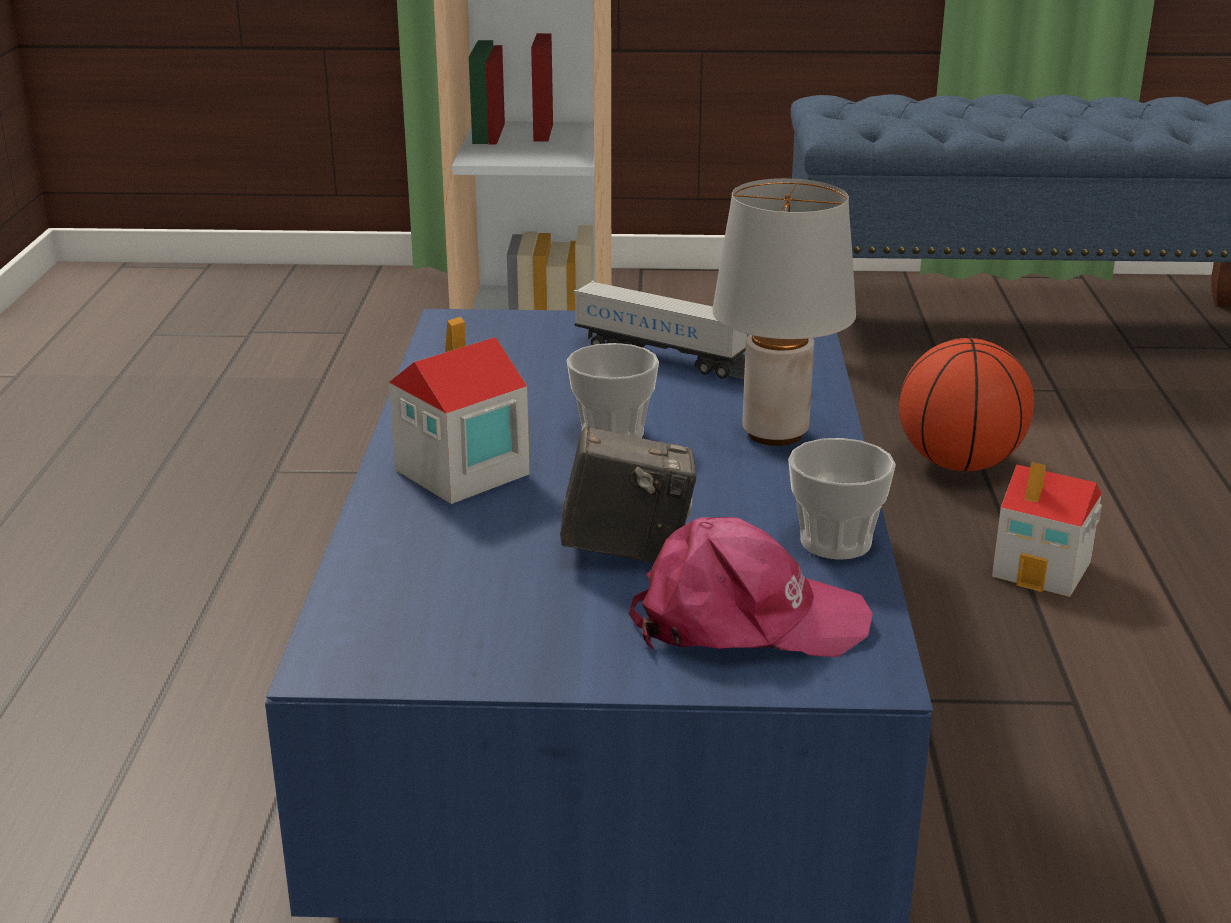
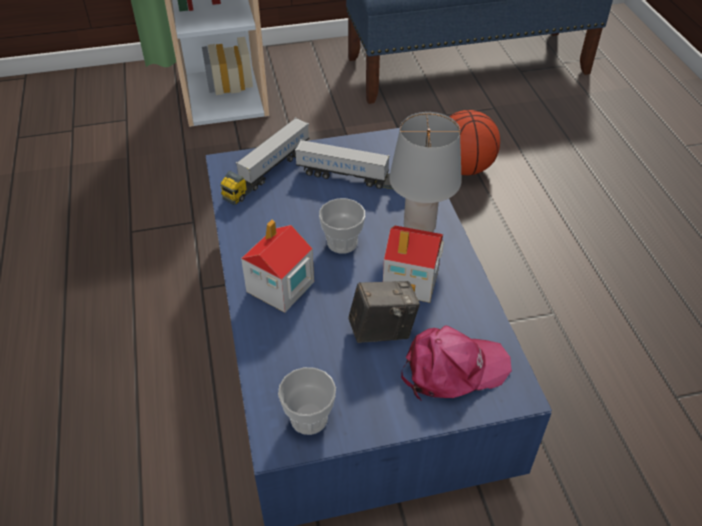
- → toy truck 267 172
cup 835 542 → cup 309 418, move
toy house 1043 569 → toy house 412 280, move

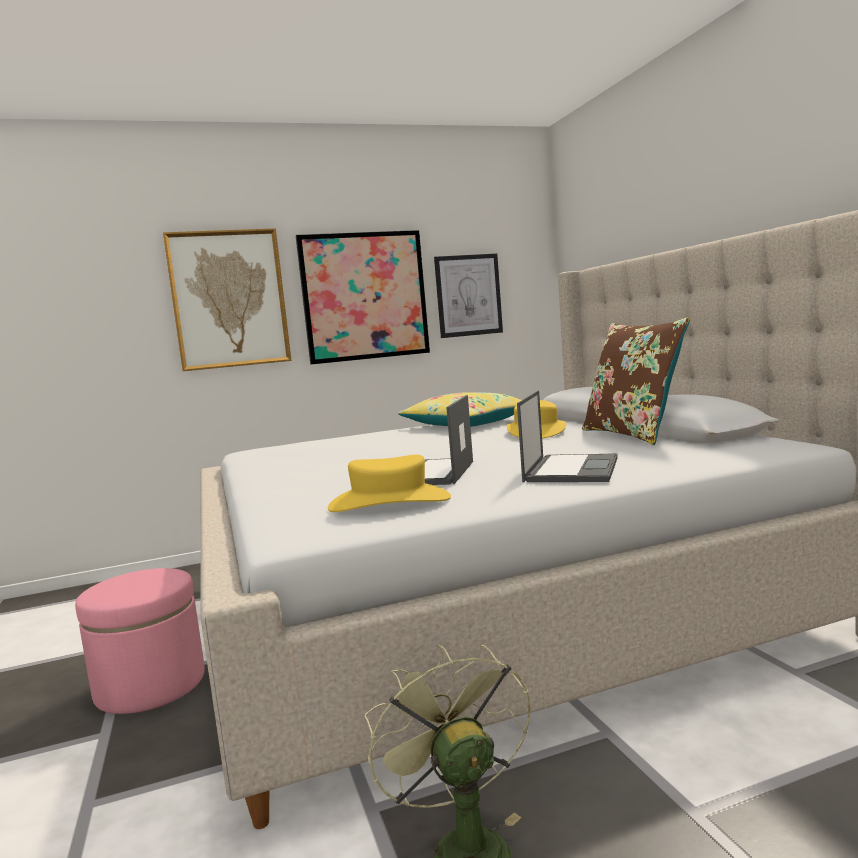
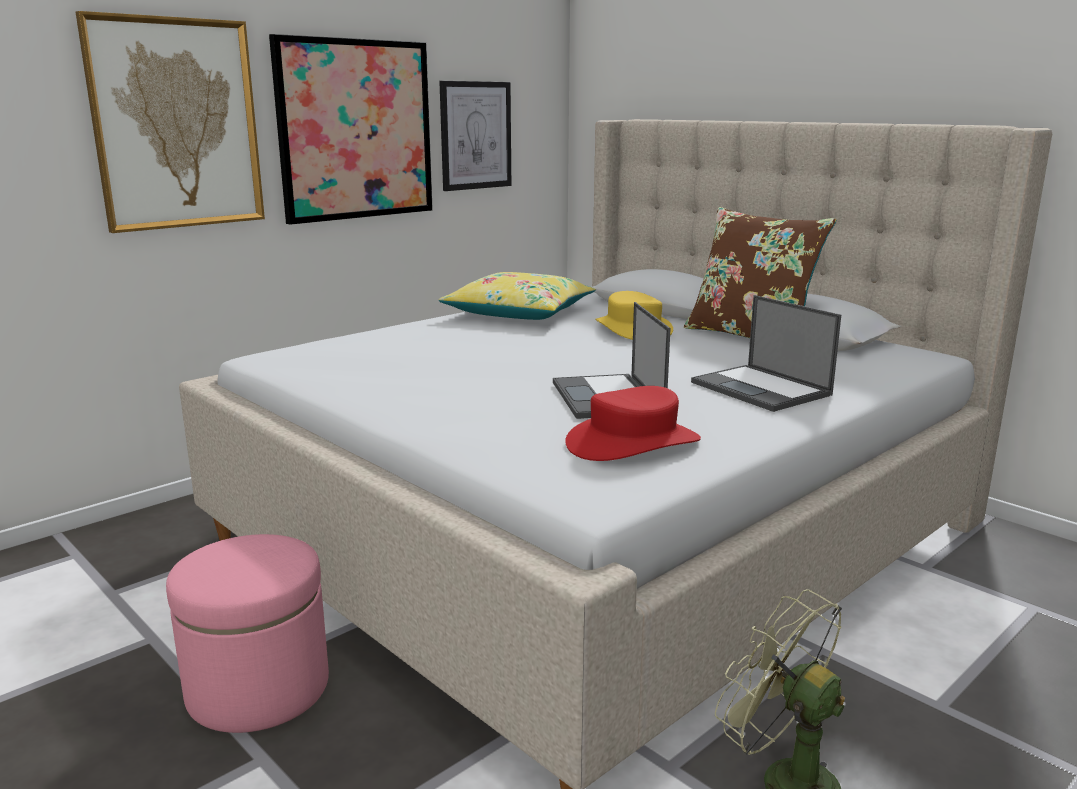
yellow hat 389 502 → red hat 632 442
laptop 571 469 → laptop 762 389, 150 degrees clockwise

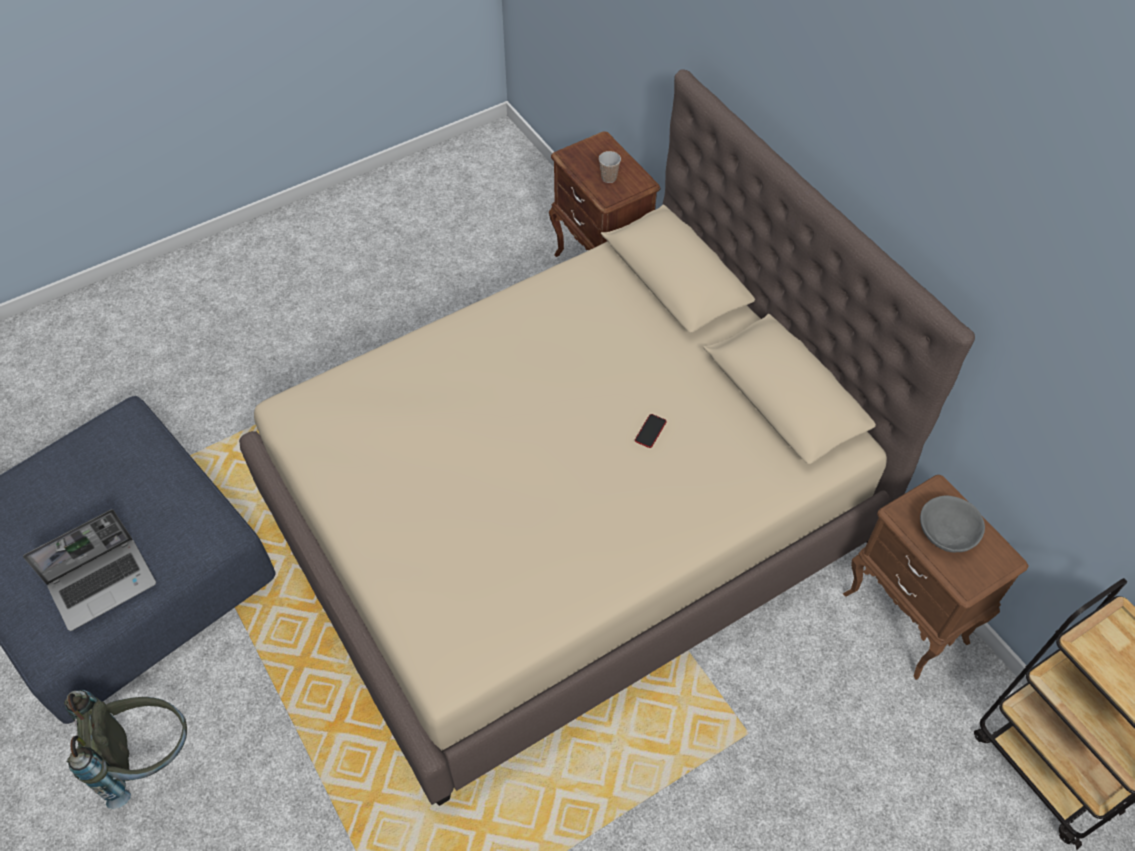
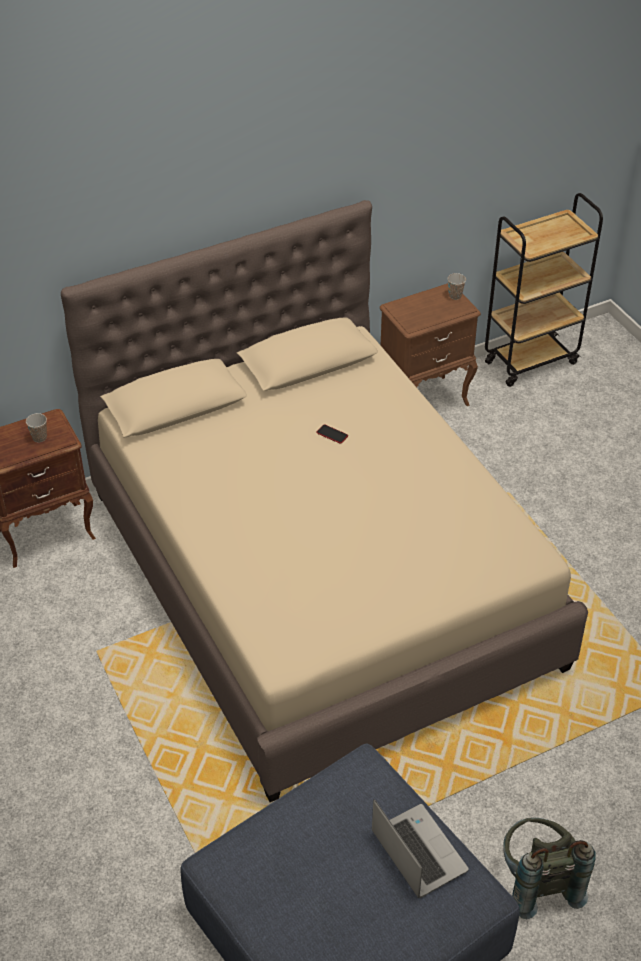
grey bowl 946 532 → -
- → cup 455 296

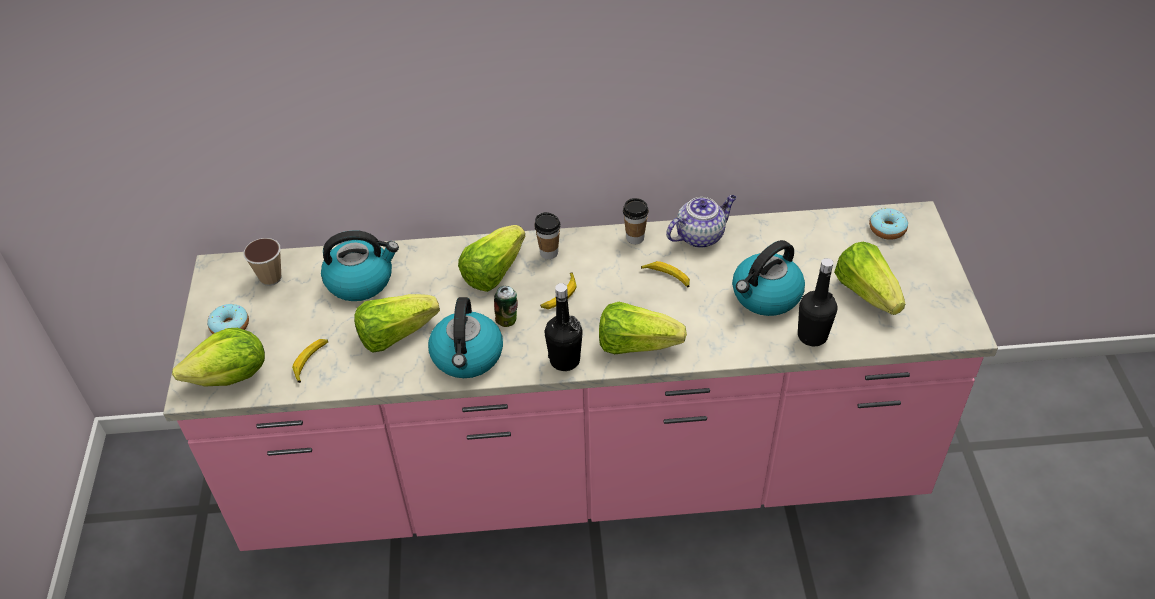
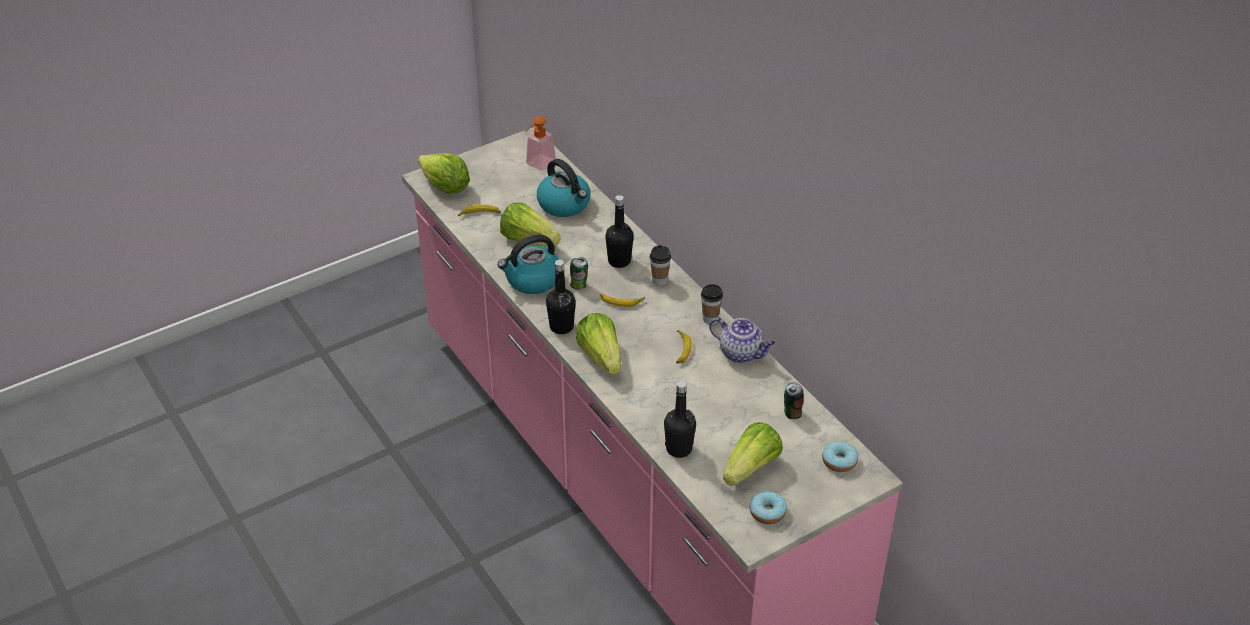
kettle 765 296 → -
- → can 791 413
donut 230 326 → donut 767 512, move
cup 270 278 → soap dispenser 537 165
lettuce 493 272 → black bottle 619 261

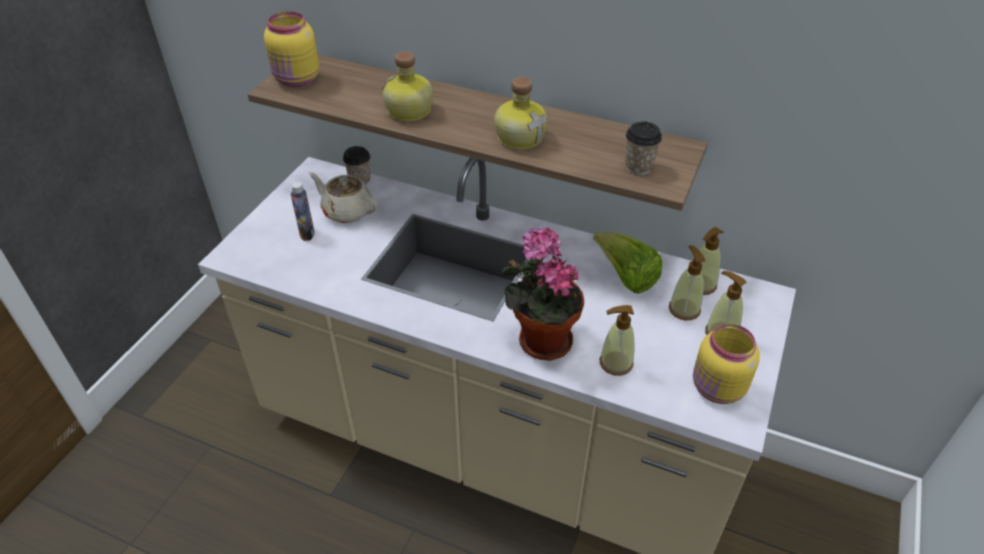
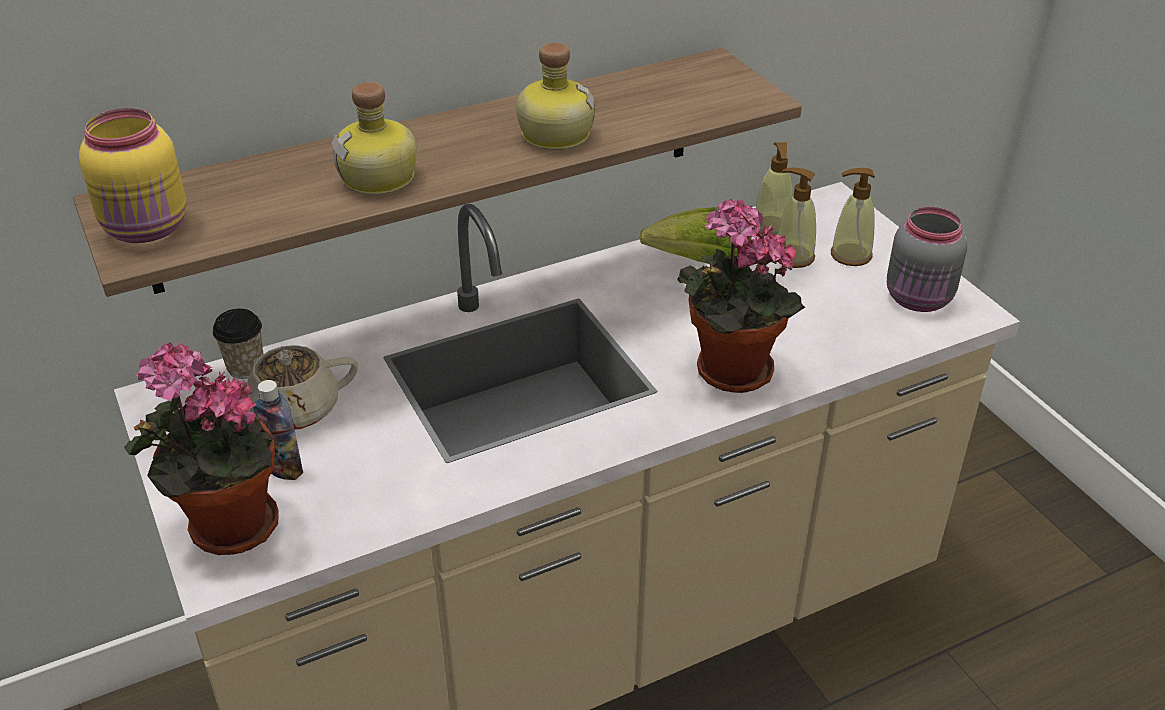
soap dispenser 615 363 → -
cup 638 167 → -
- → potted plant 225 528
yellow jar 717 389 → grey jar 919 300

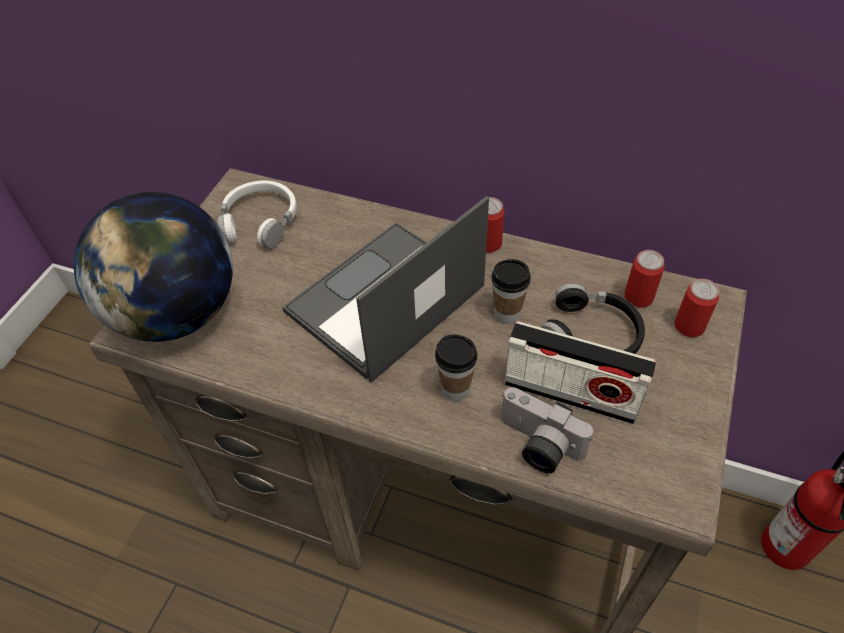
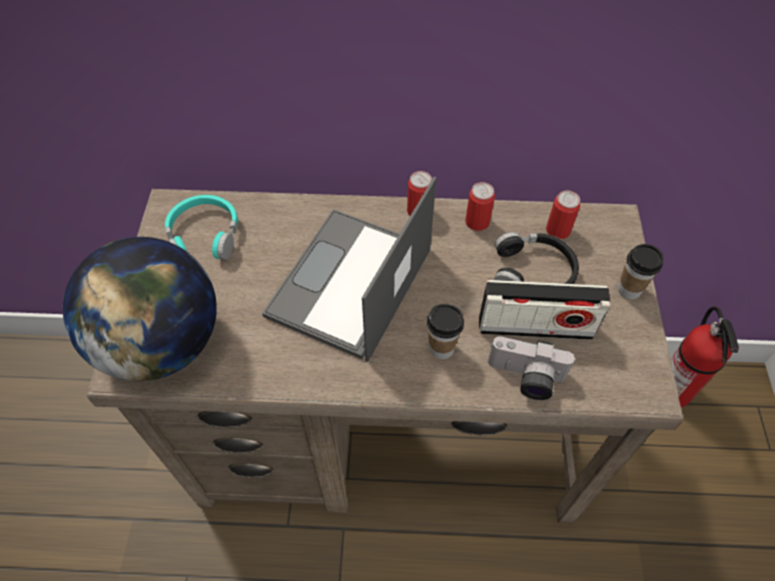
cup 507 314 → cup 629 290, move
can 689 326 → can 477 222, move
white headphones 260 222 → turquoise headphones 204 236

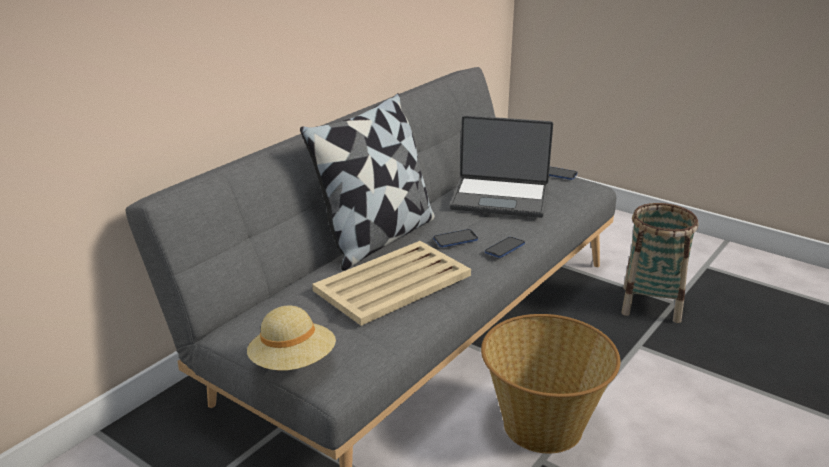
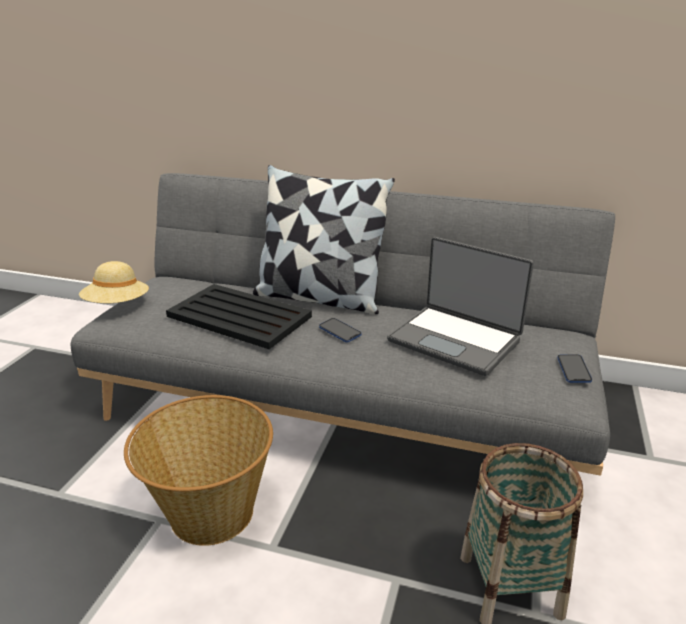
phone 504 248 → -
beige tray 394 282 → black tray 240 317
laptop 500 198 → laptop 455 340, 45 degrees counterclockwise

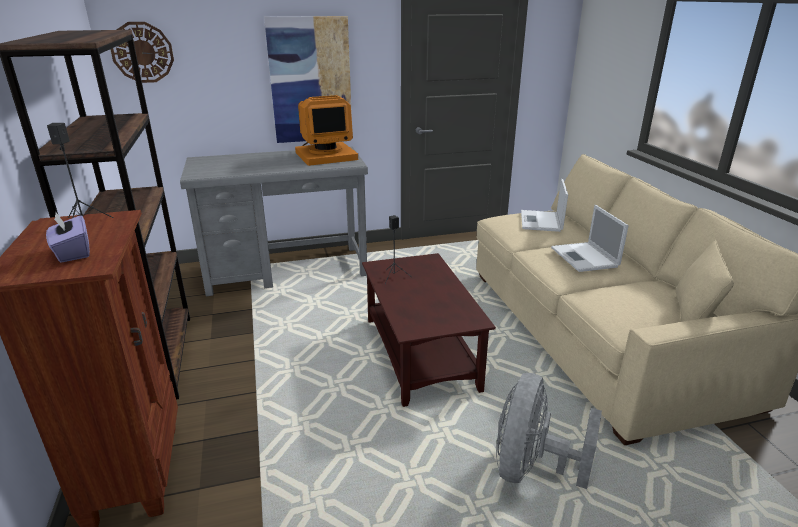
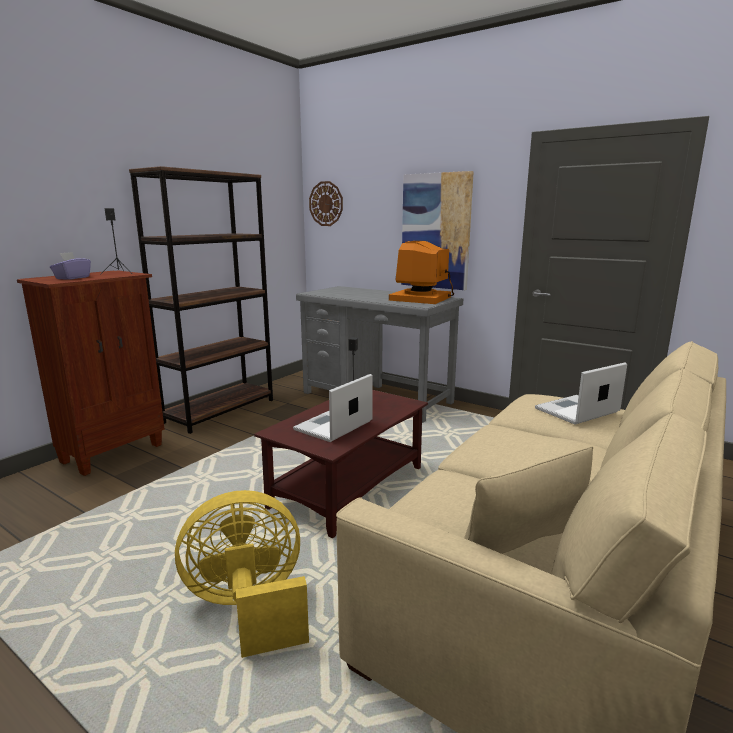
laptop 585 258 → laptop 332 426, move
grey fan 531 467 → yellow fan 249 608
monitor 326 155 → monitor 421 298, 90 degrees clockwise

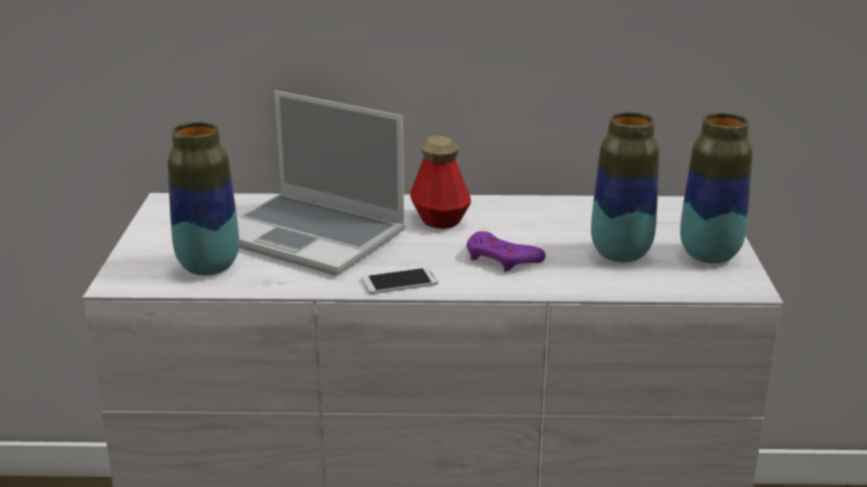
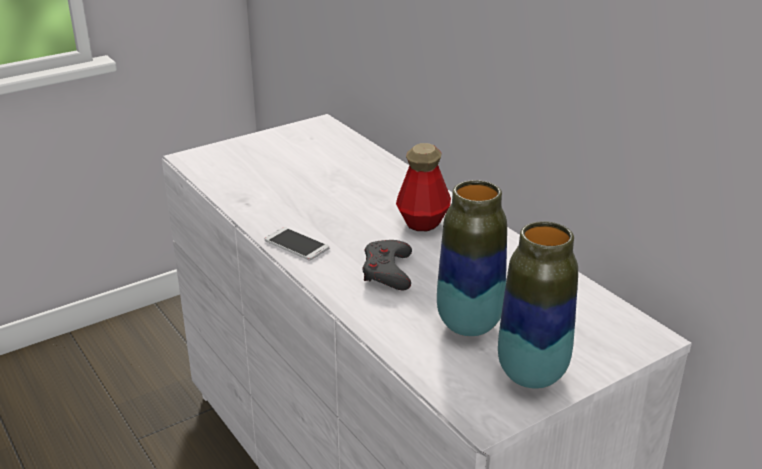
vase 208 267 → -
laptop 313 236 → -
purple game controller 501 258 → grey game controller 387 271

